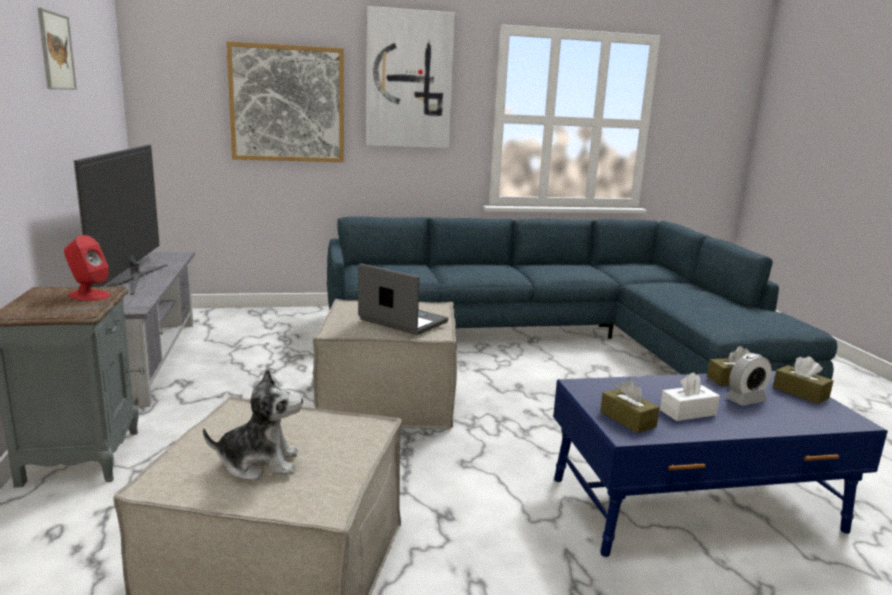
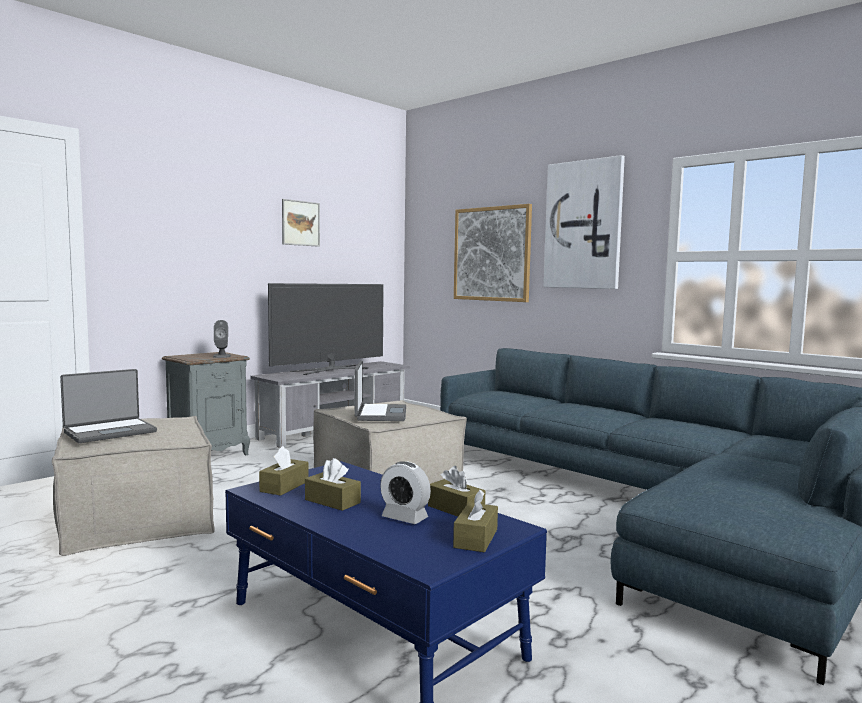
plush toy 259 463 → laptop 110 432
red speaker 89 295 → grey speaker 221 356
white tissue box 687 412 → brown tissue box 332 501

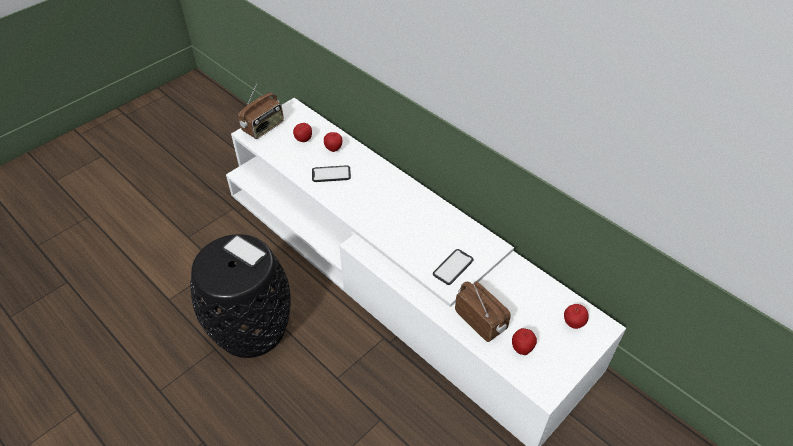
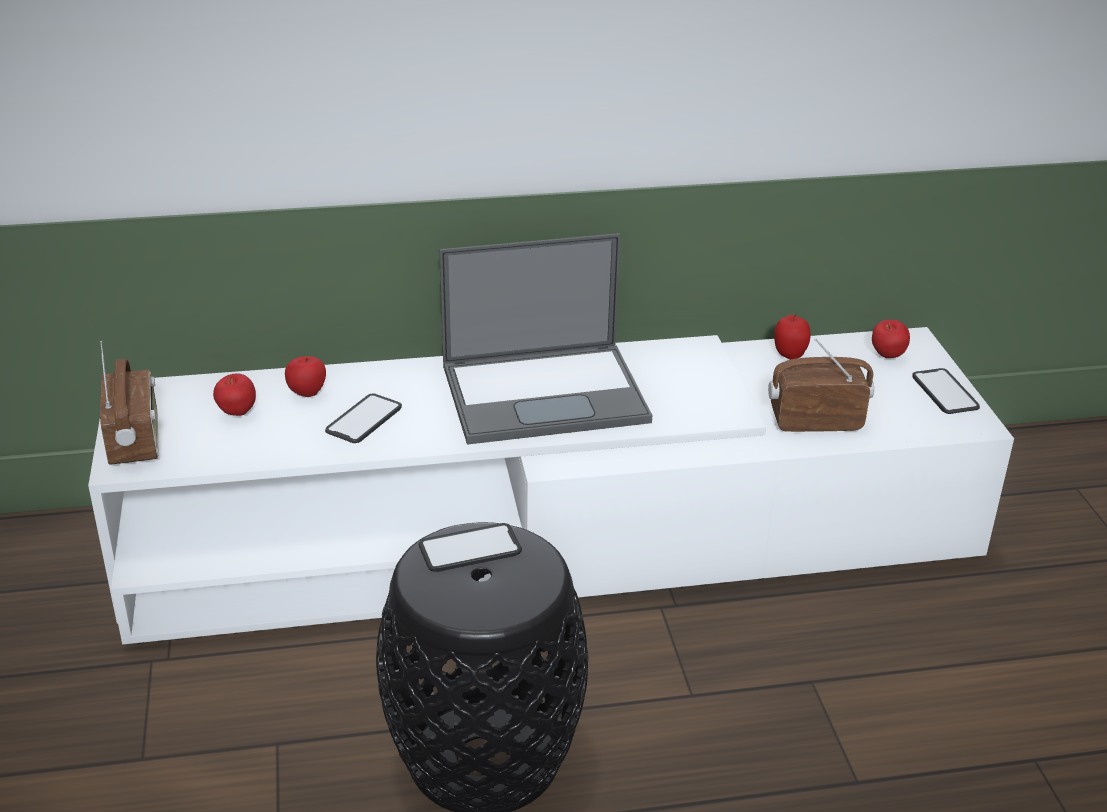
- → laptop 547 393
phone 453 267 → phone 945 392, move
apple 521 349 → apple 789 355, move

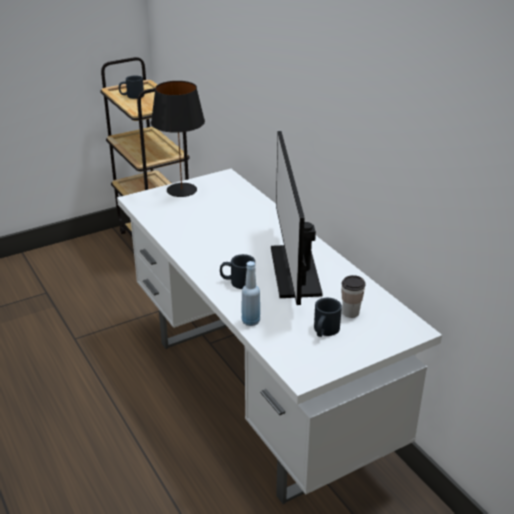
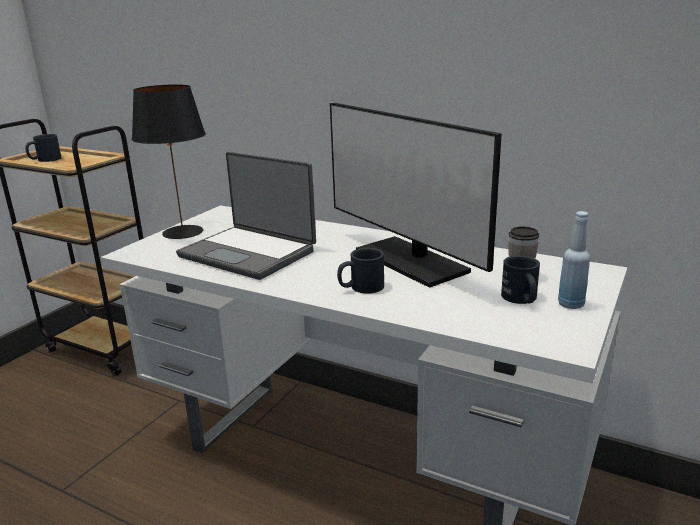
- → laptop 249 253
blue bottle 250 321 → blue bottle 571 304, move

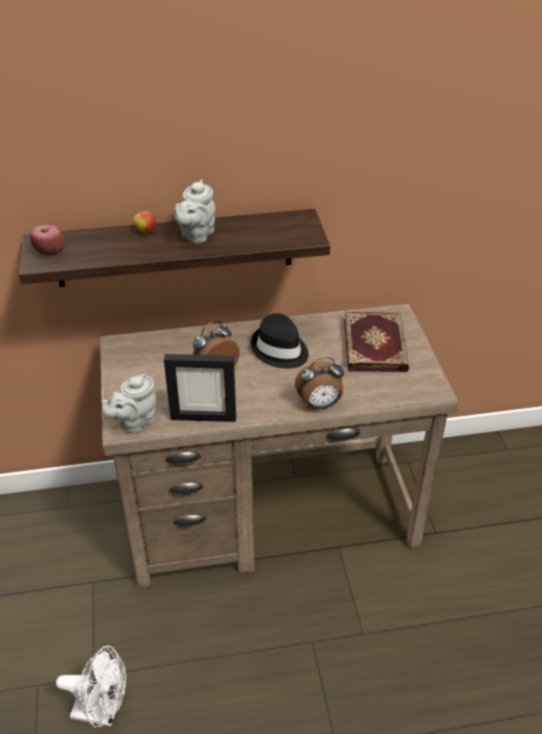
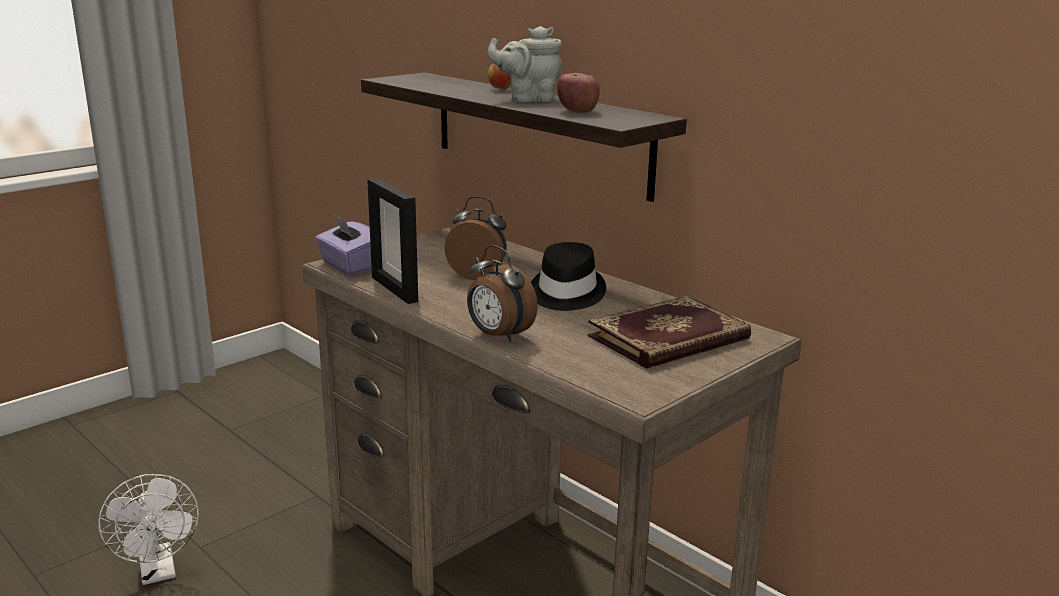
apple 50 252 → apple 577 111, move
grey teapot 135 422 → purple tissue box 349 266

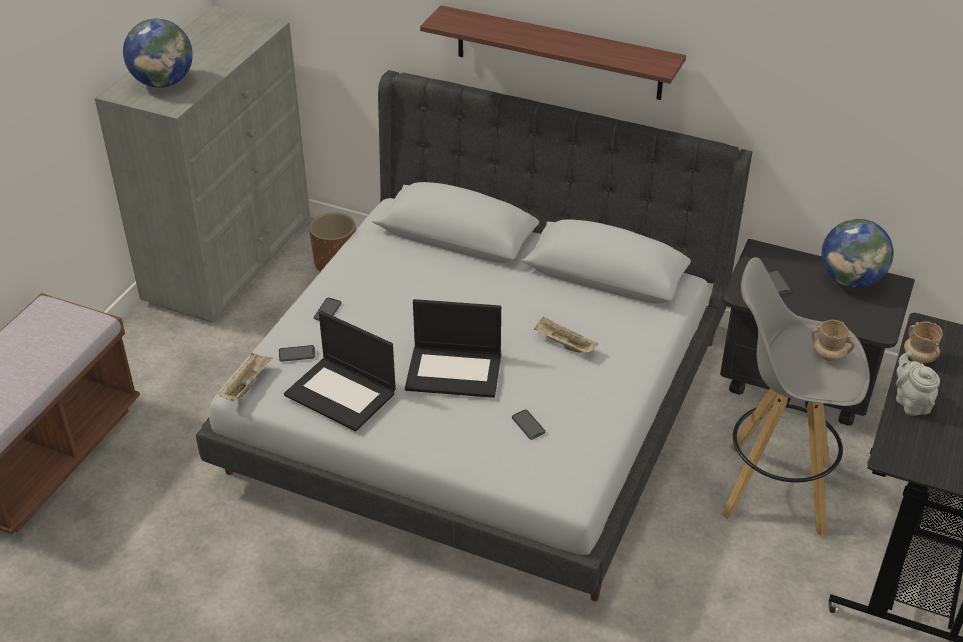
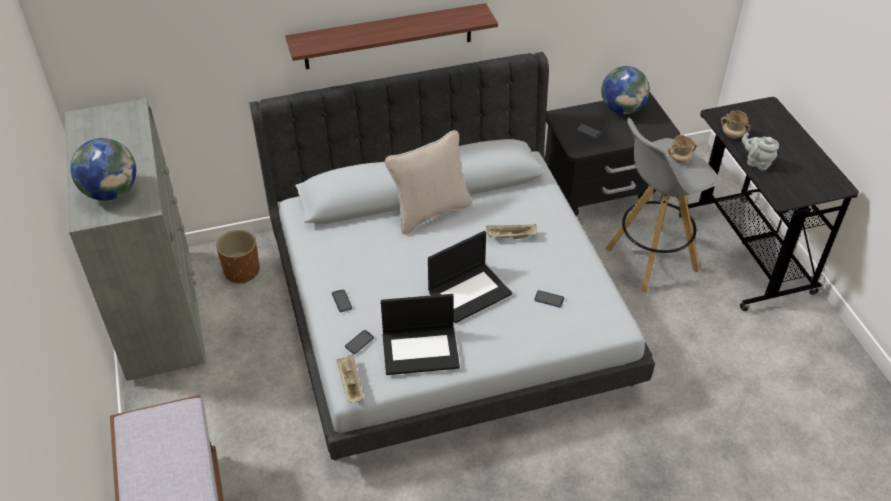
- → beige pillow 430 212

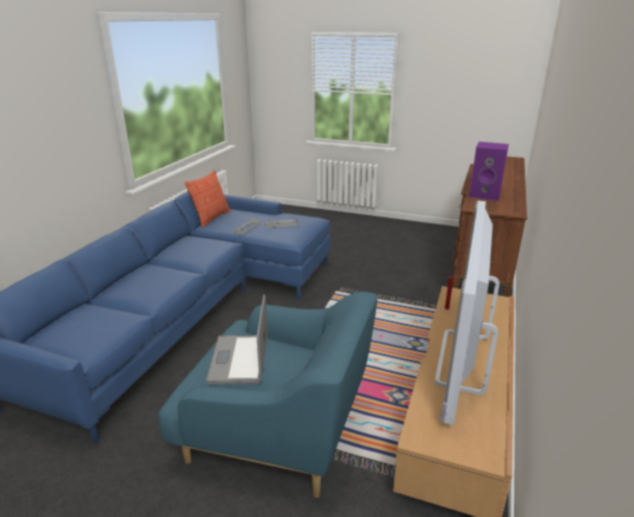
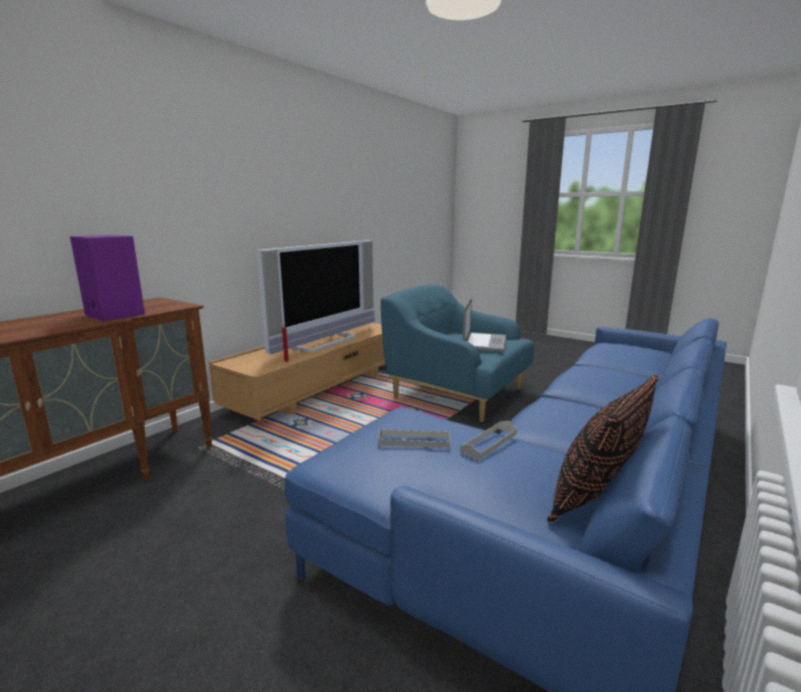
orange pillow 211 218 → black pillow 594 501

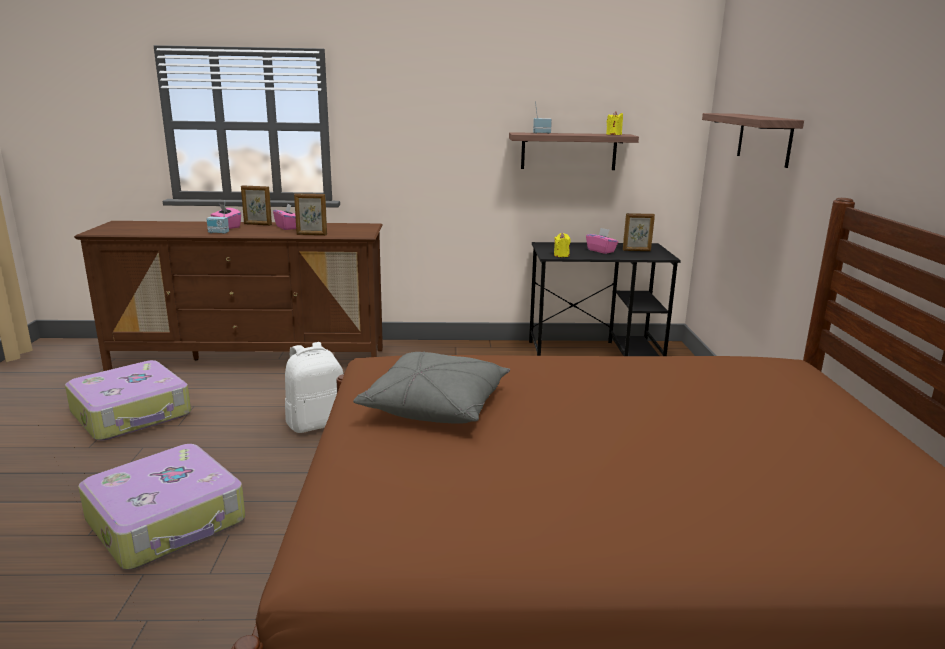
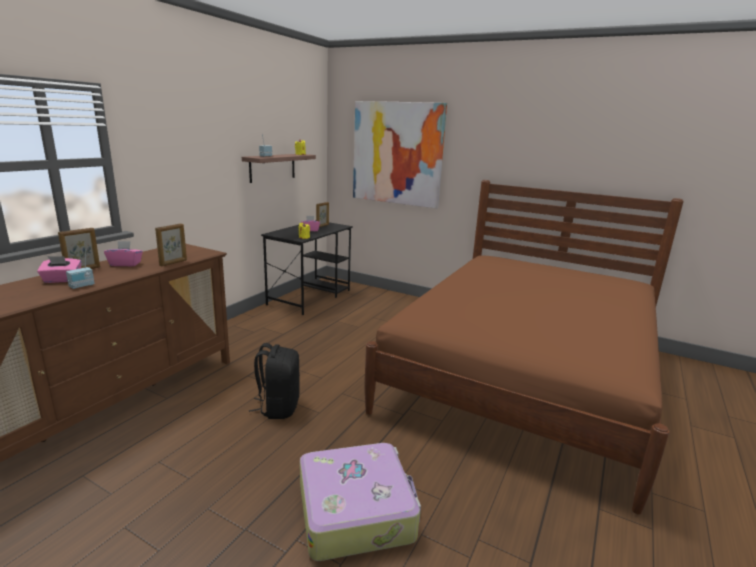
suitcase 132 413 → -
grey pillow 436 406 → -
shelf 764 139 → picture 397 153
white backpack 317 423 → black backpack 278 407

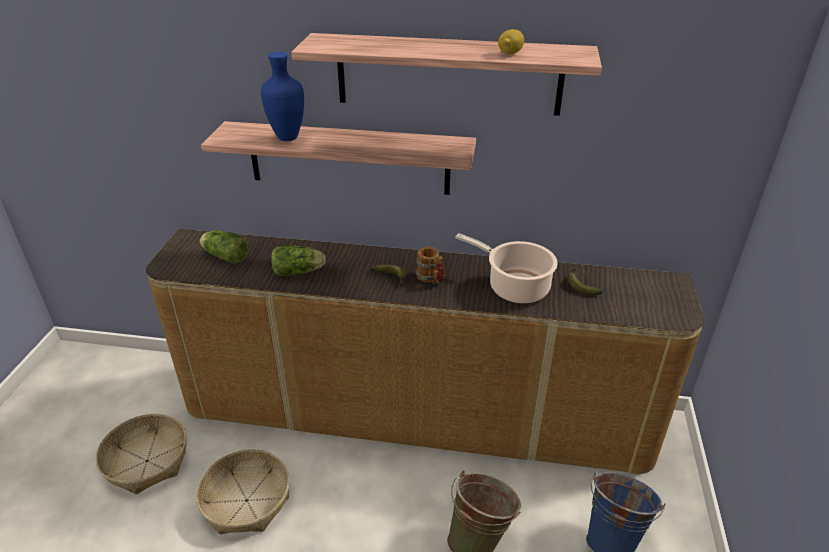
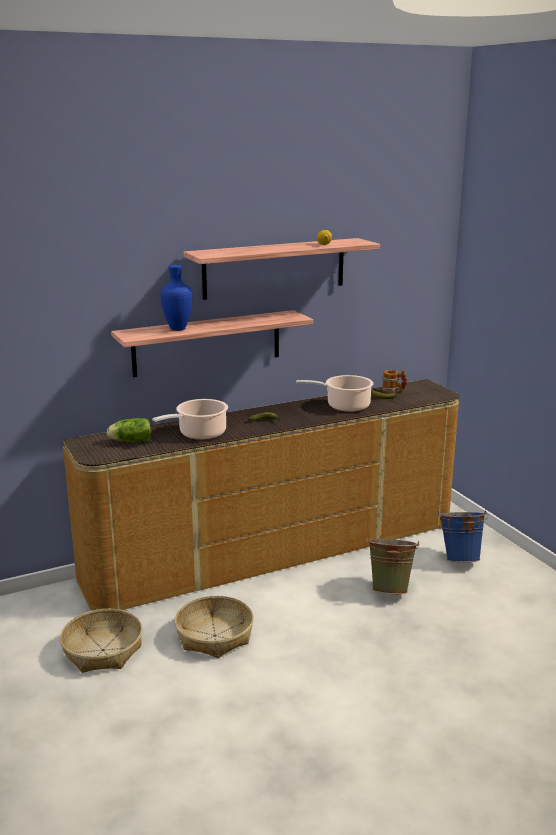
mug 431 278 → mug 393 391, move
lettuce 300 272 → cooking pot 200 434

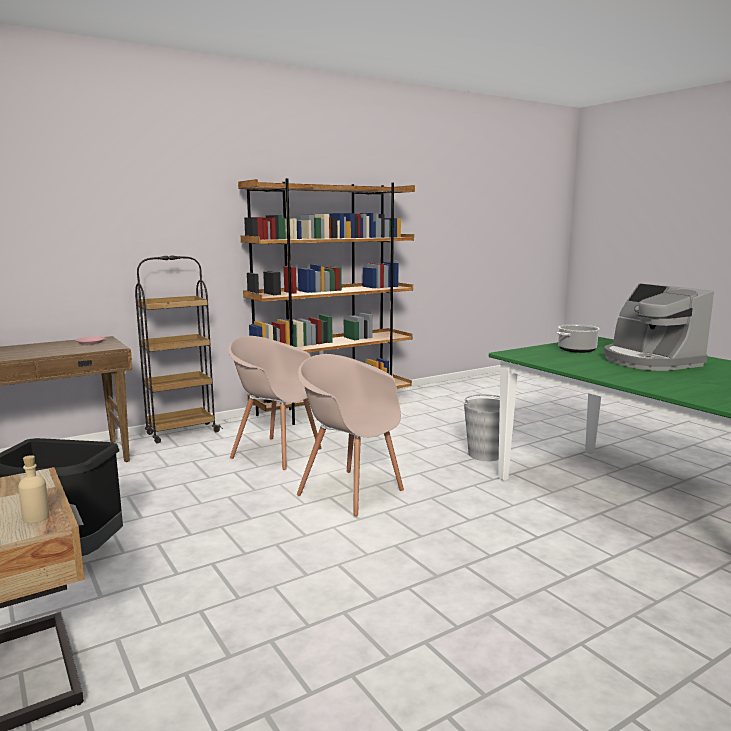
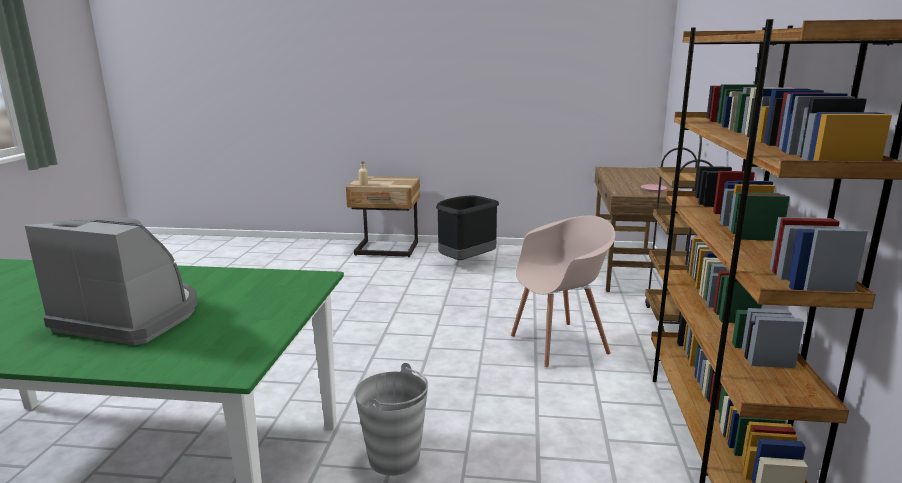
beige chair 350 492 → -
cooking pot 577 350 → -

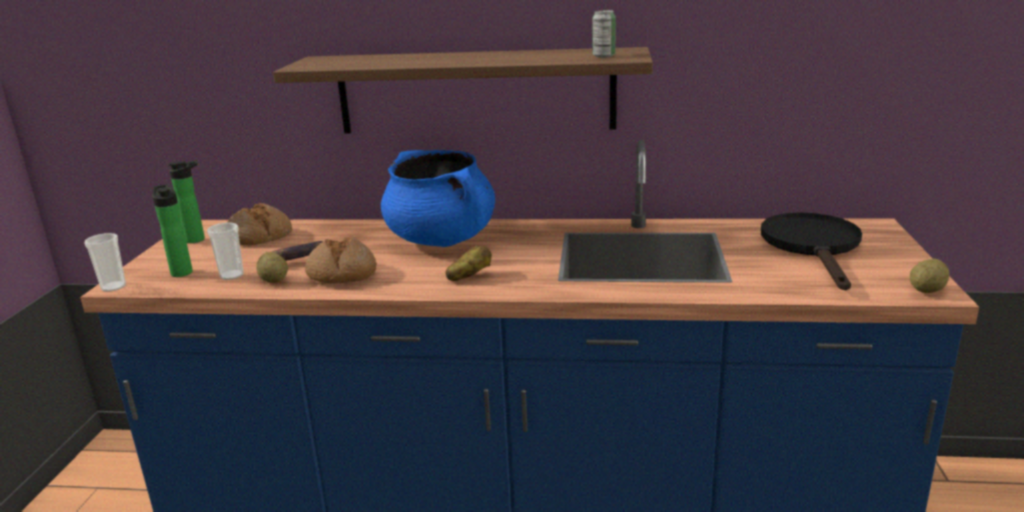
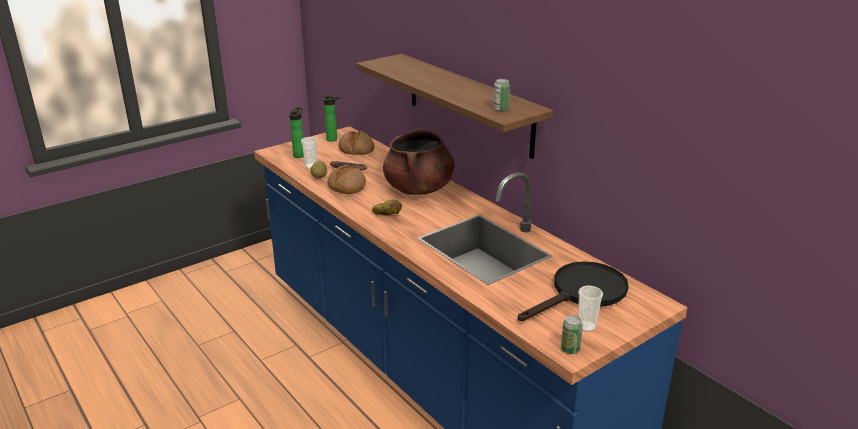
cup 113 287 → cup 586 326, move
potato 927 290 → can 570 349
blue cooking pot 442 239 → brown cooking pot 419 189

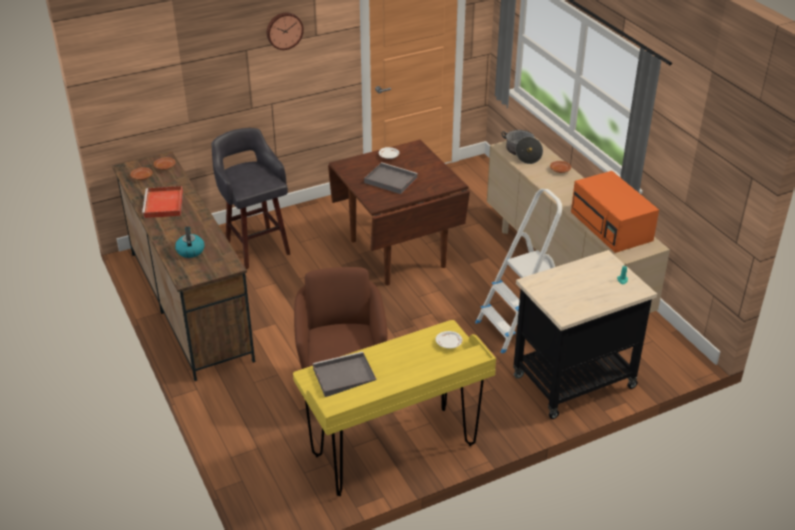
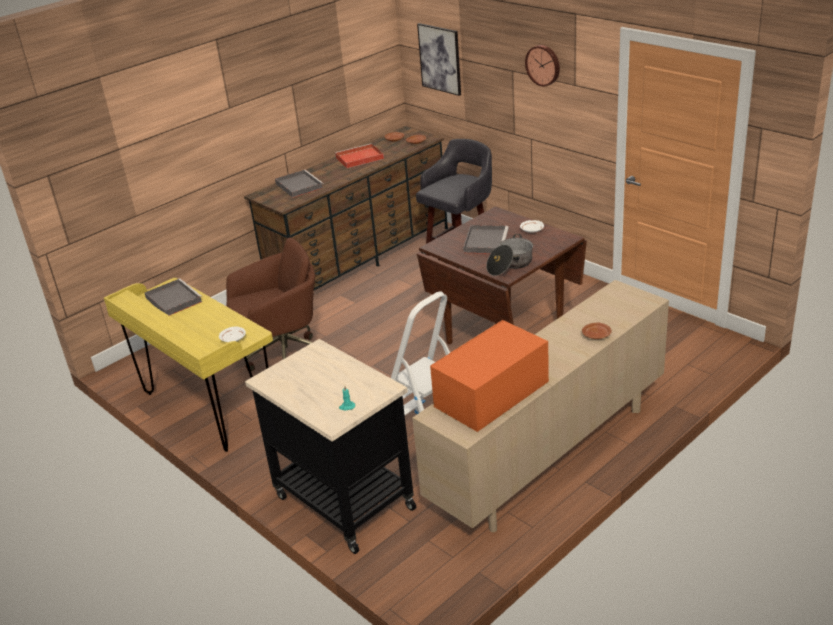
- → picture 440 59
cooking pot 522 153 → cooking pot 510 265, move
kettle 190 250 → grey tray 298 185

